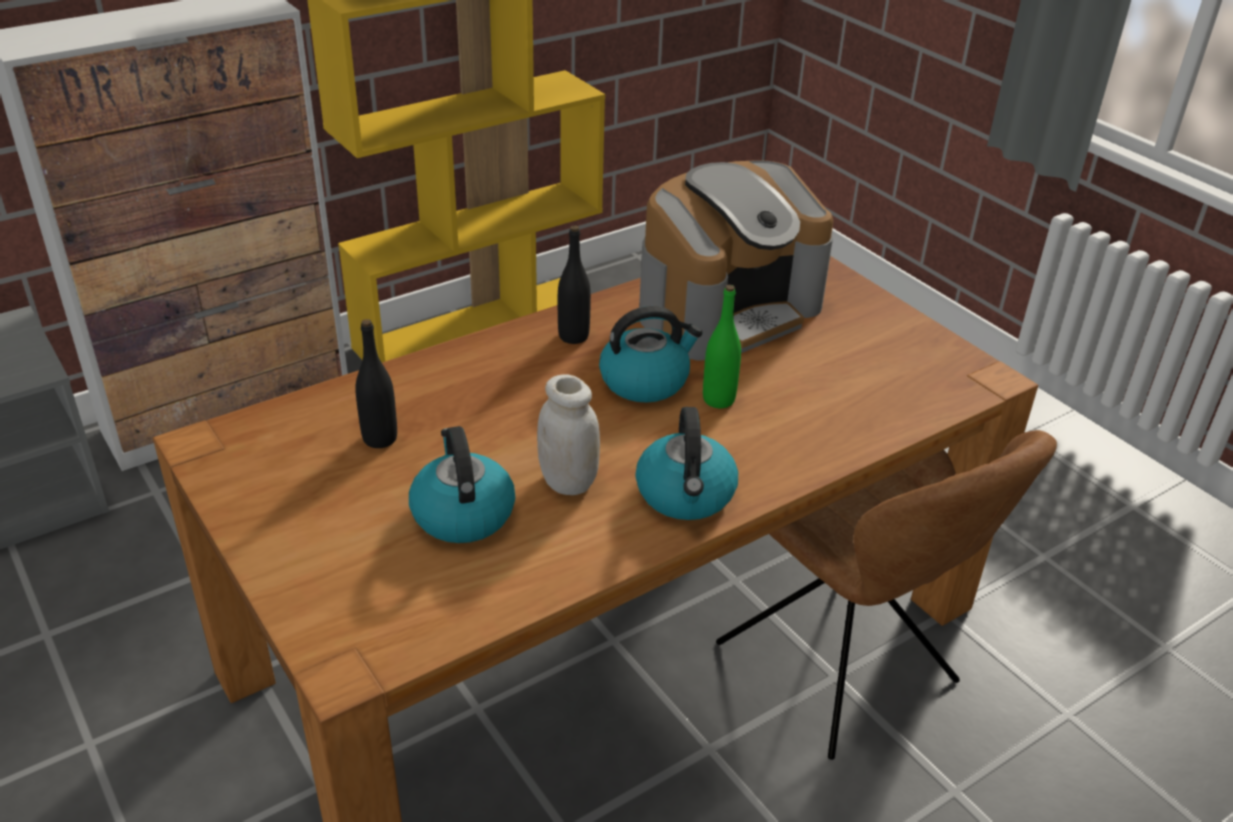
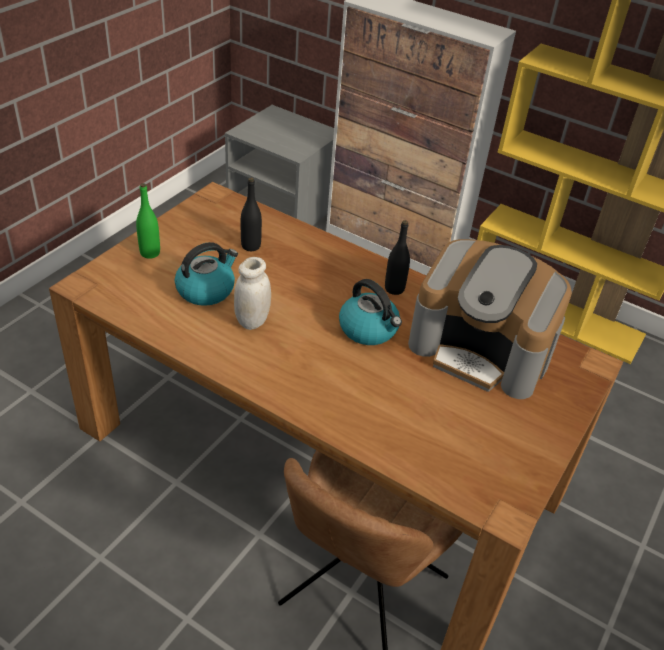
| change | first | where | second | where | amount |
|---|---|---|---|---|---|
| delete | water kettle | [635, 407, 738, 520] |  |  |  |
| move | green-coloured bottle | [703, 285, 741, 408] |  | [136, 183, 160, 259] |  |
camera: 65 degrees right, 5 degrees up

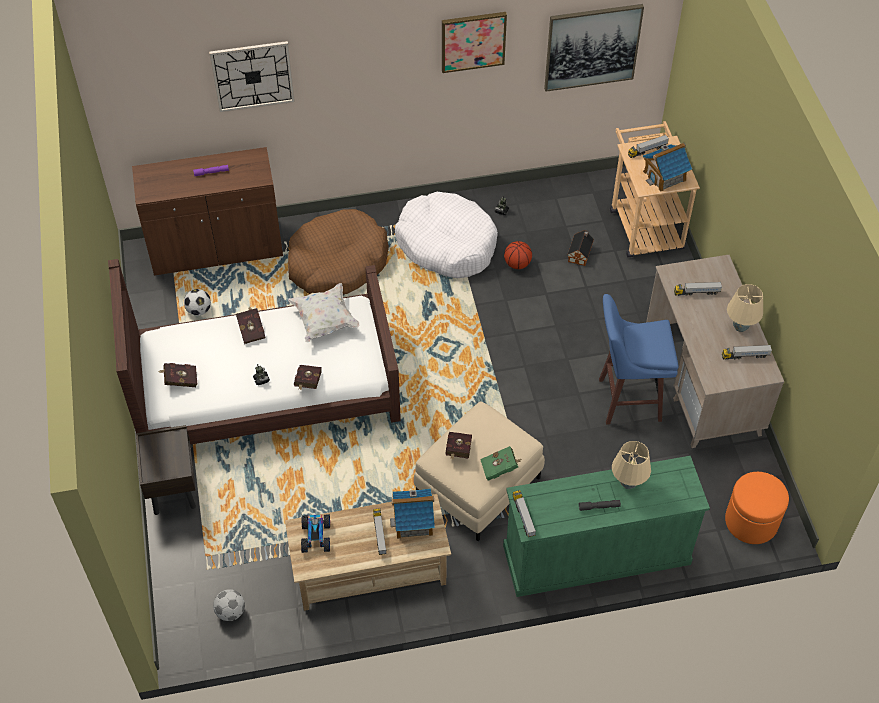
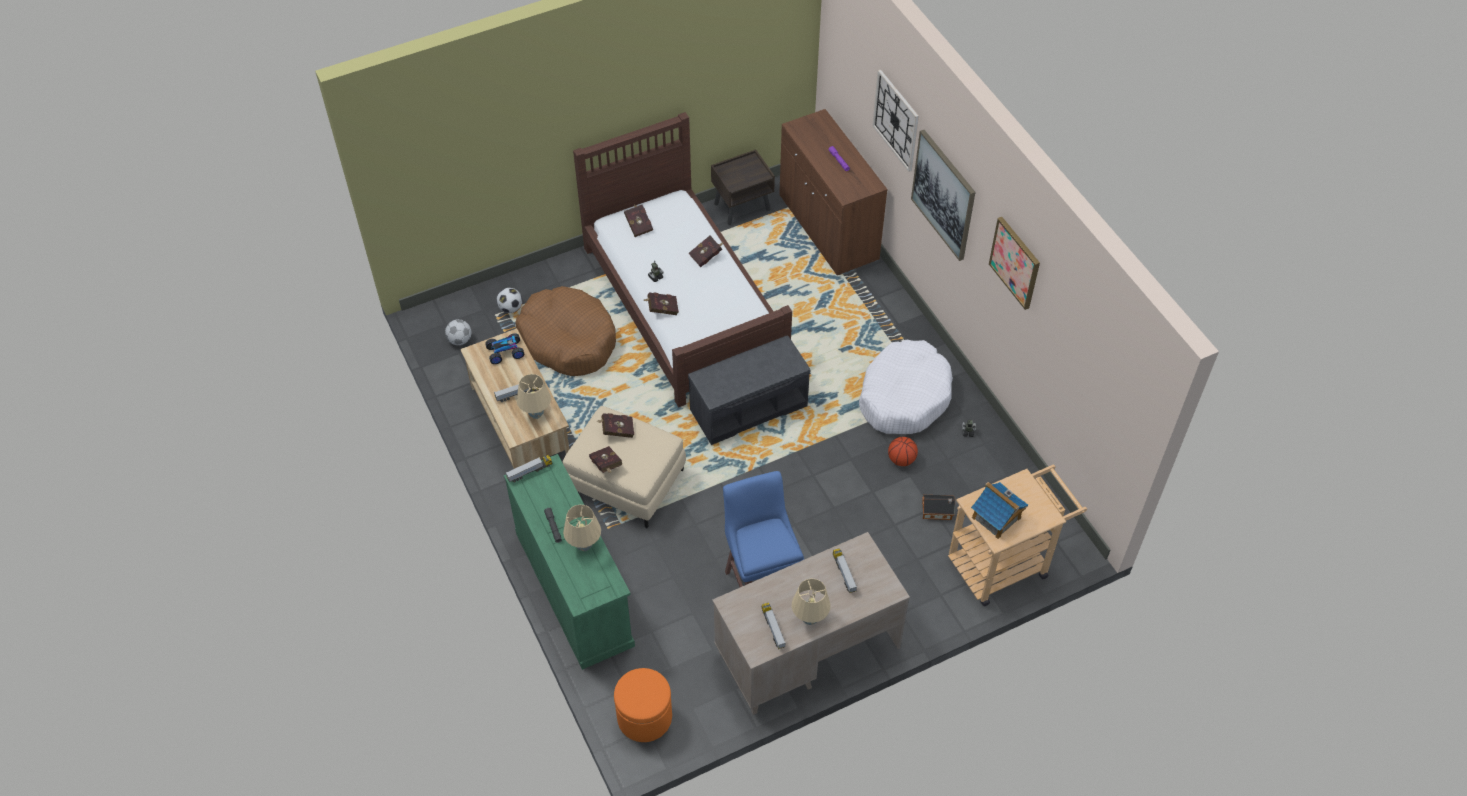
| change | first | where | second | where | amount |
|---|---|---|---|---|---|
| delete | white pillow | [288, 283, 360, 342] |  |  |  |
| delete | toy truck | [628, 135, 669, 158] |  |  |  |
| insert |  |  | greyish bench | [688, 335, 810, 445] |  |
| move | brown-coloured bedside table | [136, 425, 196, 515] |  | [711, 149, 775, 225] |  |
| move | football | [184, 289, 211, 316] |  | [496, 288, 522, 313] |  |
| move | brown-coloured pet bed | [288, 209, 389, 294] |  | [515, 286, 616, 376] |  |
| move | wall picture | [544, 4, 644, 92] |  | [911, 130, 975, 261] |  |
| replace | toy house | [390, 488, 435, 539] | beige-coloured lamp for a table | [517, 374, 551, 419] |  |
| recolor | green-coloured volume | [480, 446, 522, 481] | red-coloured volume | [589, 446, 622, 473] |  |
camera: 75 degrees right, 0 degrees up

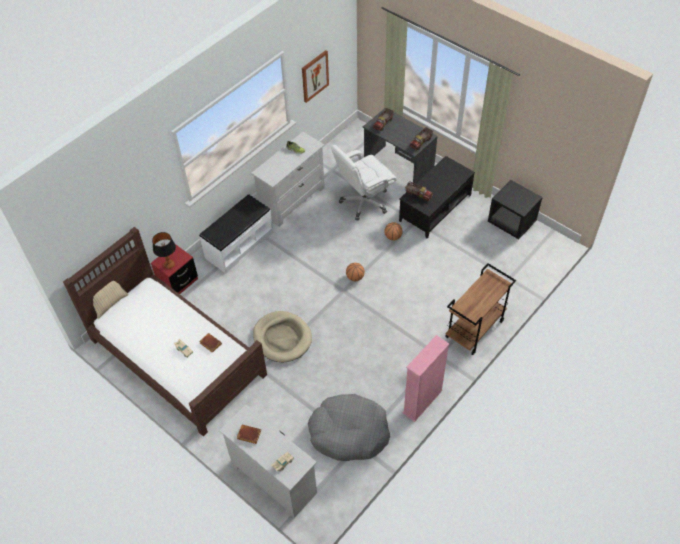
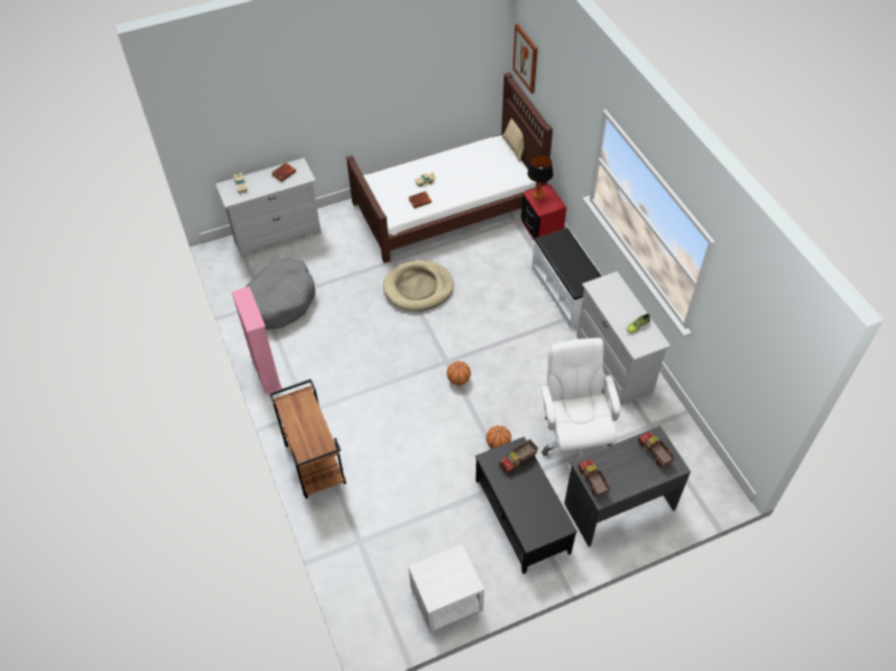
| change | first | where | second | where | amount |
|---|---|---|---|---|---|
| move | wall picture | [302, 50, 329, 103] |  | [513, 23, 538, 94] |  |
| recolor | black-coloured bedside table | [488, 180, 543, 239] | white bedside table | [408, 544, 484, 633] |  |
camera: 115 degrees right, 0 degrees up

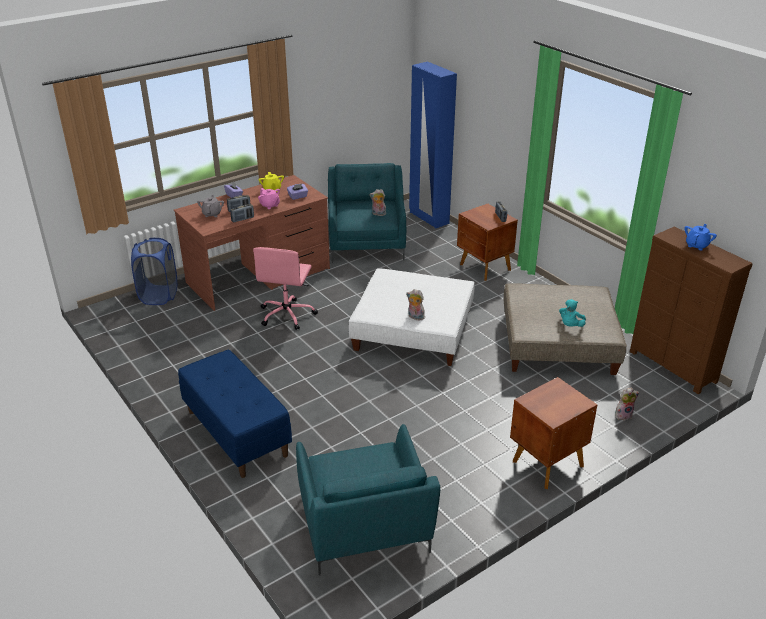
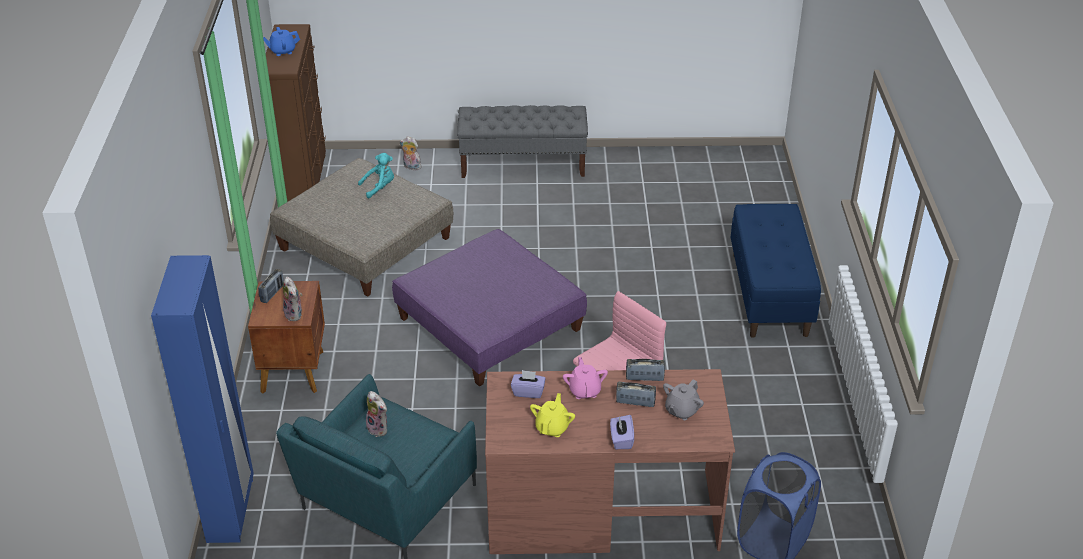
| change | first | where | second | where | amount |
|---|---|---|---|---|---|
| delete | blue-green lounge chair | [296, 424, 440, 575] |  |  |  |
| move | cuddly toy | [406, 289, 425, 320] |  | [283, 276, 302, 321] |  |
| replace | brown-coloured bedside table | [510, 377, 597, 489] | greyish bench | [457, 105, 588, 178] |  |
| recolor | white footrest | [348, 268, 475, 366] | purplish footrest | [392, 229, 587, 387] |  |
camera: 145 degrees left, 5 degrees up

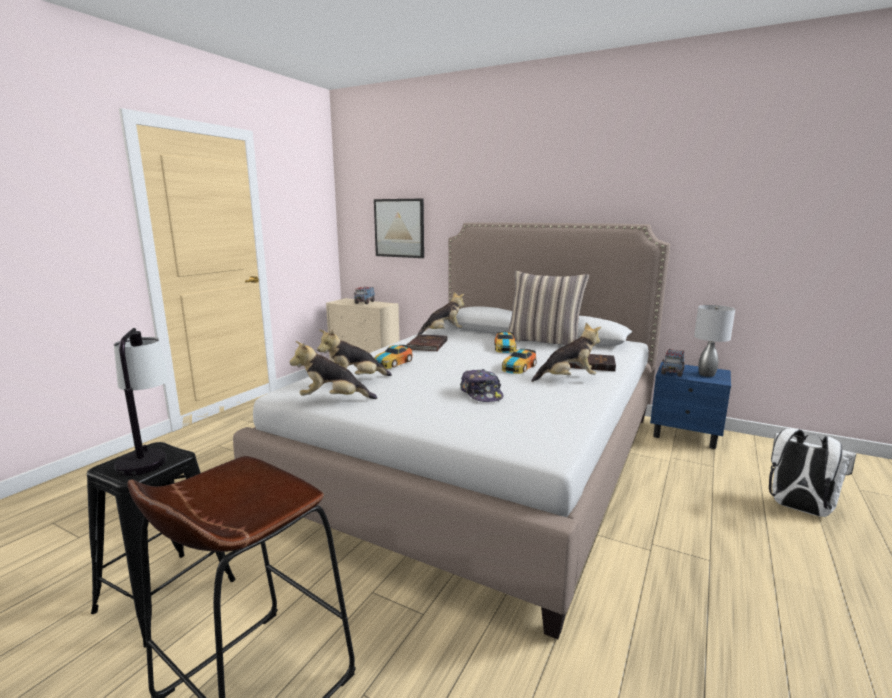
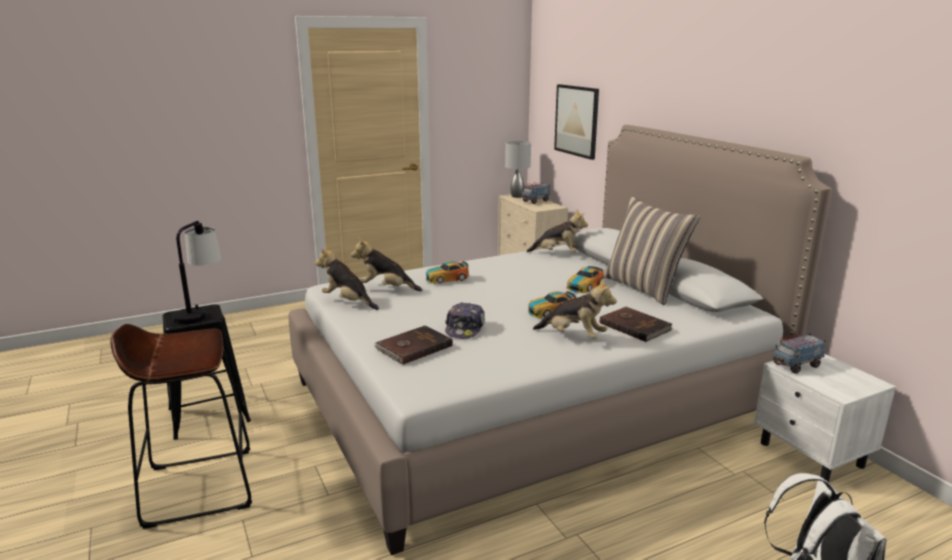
| change | first | where | second | where | amount |
|---|---|---|---|---|---|
| move | brown-coloured volume | [407, 334, 448, 351] |  | [374, 325, 453, 365] |  |
| move | greyish lamp for a table | [694, 305, 735, 377] |  | [505, 141, 531, 198] |  |
| recolor | blue bedside table | [650, 362, 731, 449] | white bedside table | [754, 354, 896, 482] |  |
camera: 35 degrees right, 5 degrees up

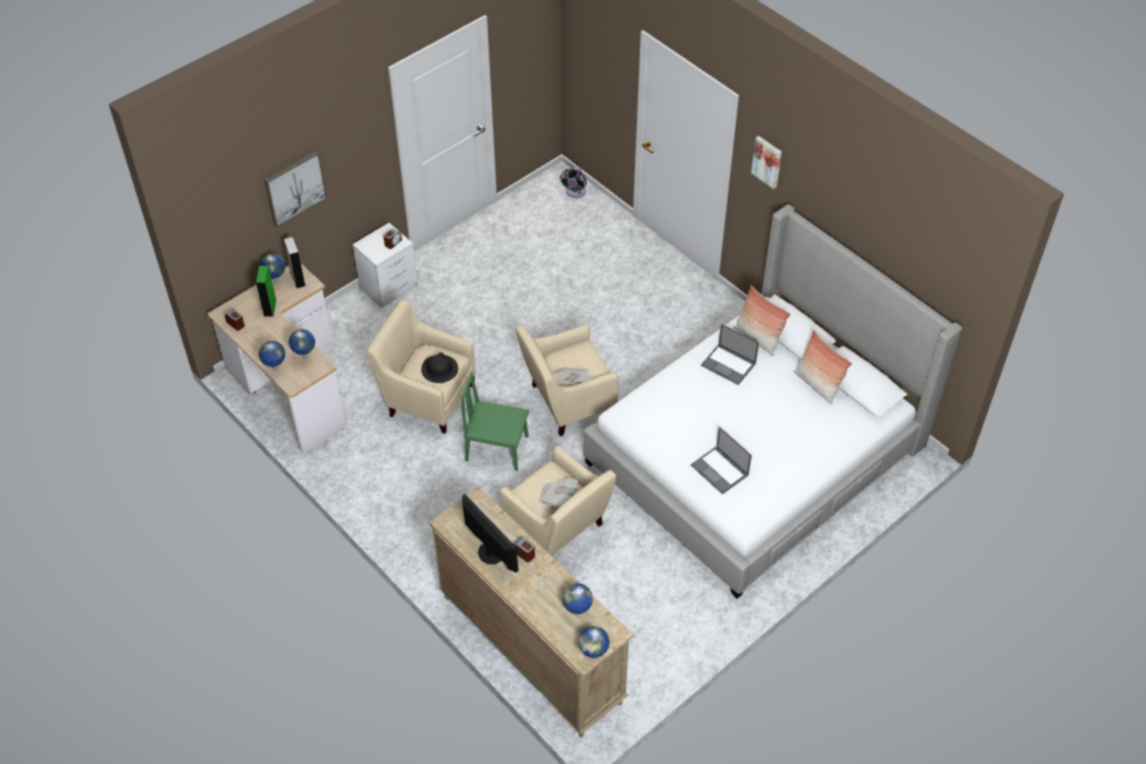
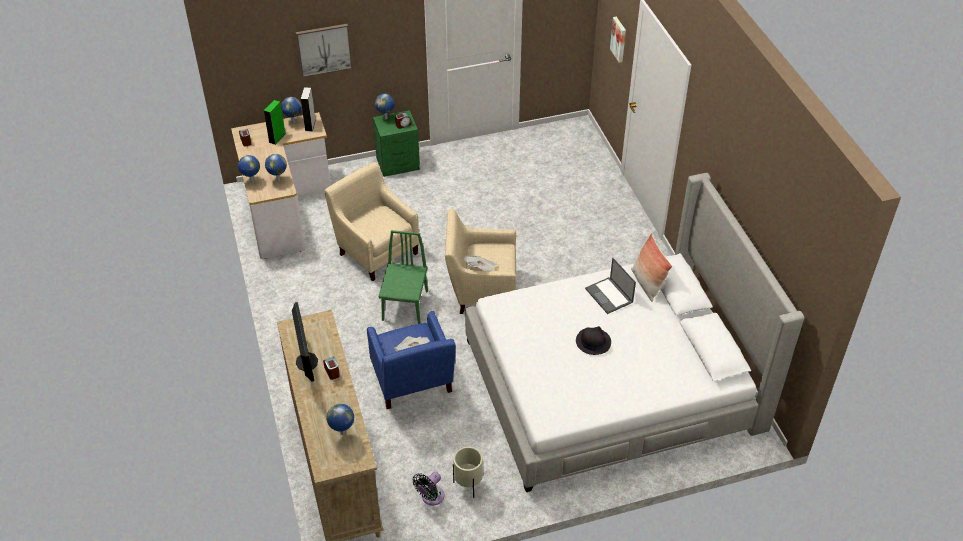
| change | first | where | second | where | amount |
|---|---|---|---|---|---|
| delete | notebook computer | [691, 427, 752, 494] |  |  |  |
| delete | pillow | [793, 330, 852, 404] |  |  |  |
| insert |  |  | beige-coloured planter | [453, 447, 483, 498] |  |
| move | black-coloured wearable hat | [421, 352, 458, 383] |  | [576, 326, 611, 355] |  |
| move | black-coloured fan | [560, 166, 587, 198] |  | [412, 472, 445, 505] |  |
| move | desk globe | [578, 626, 610, 659] |  | [375, 93, 395, 120] |  |
| move | wall picture | [751, 136, 782, 189] |  | [610, 17, 626, 63] |  |
| recolor | white bedside table | [352, 223, 417, 308] | green-coloured bedside table | [373, 110, 420, 177] |  |
| recolor | beige-coloured lounge chair | [499, 446, 616, 556] | blue lounge chair | [367, 311, 456, 409] |  |
| rotate | green-coloured chair | [462, 372, 529, 471] |  | [379, 230, 428, 324] | 60 degrees clockwise |
camera: 25 degrees right, 5 degrees down

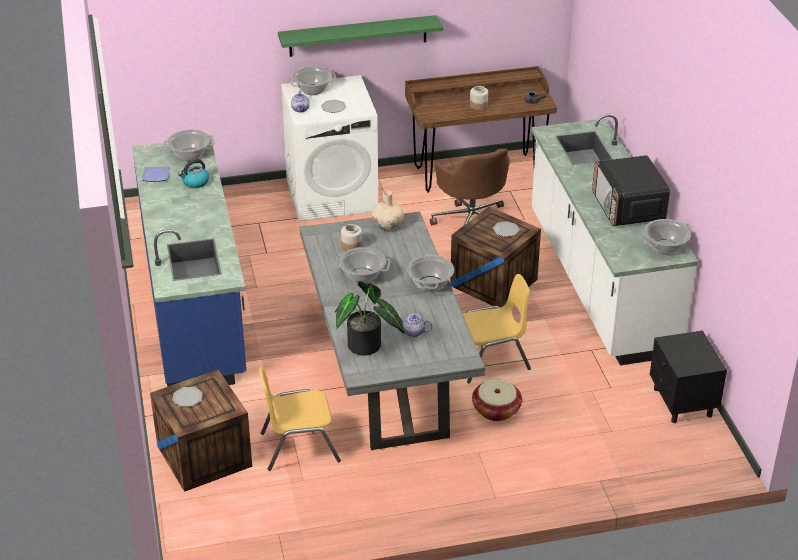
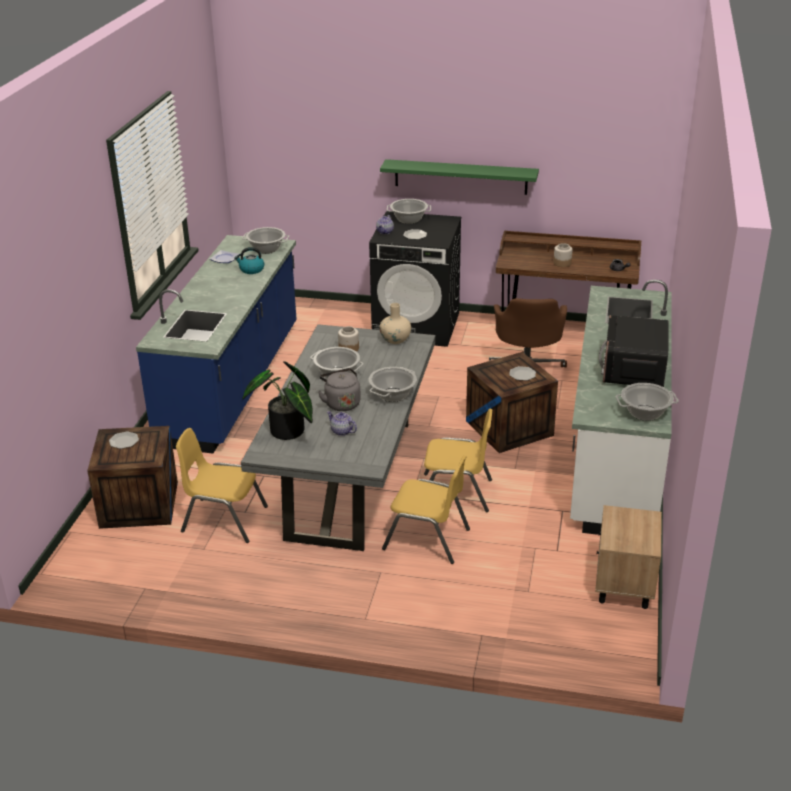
| change | first | where | second | where | amount |
|---|---|---|---|---|---|
| insert |  |  | greyish water kettle | [318, 368, 361, 411] |  |
| replace | basket | [472, 379, 522, 421] | yellow-coloured chair | [382, 455, 470, 564] |  |
| recolor | white washing machine | [281, 75, 378, 222] | black-coloured washing machine | [369, 211, 461, 347] |  |
| recolor | black-coloured bedside table | [650, 331, 727, 423] | beige-coloured bedside table | [595, 505, 662, 609] |  |
camera: 25 degrees right, 5 degrees down

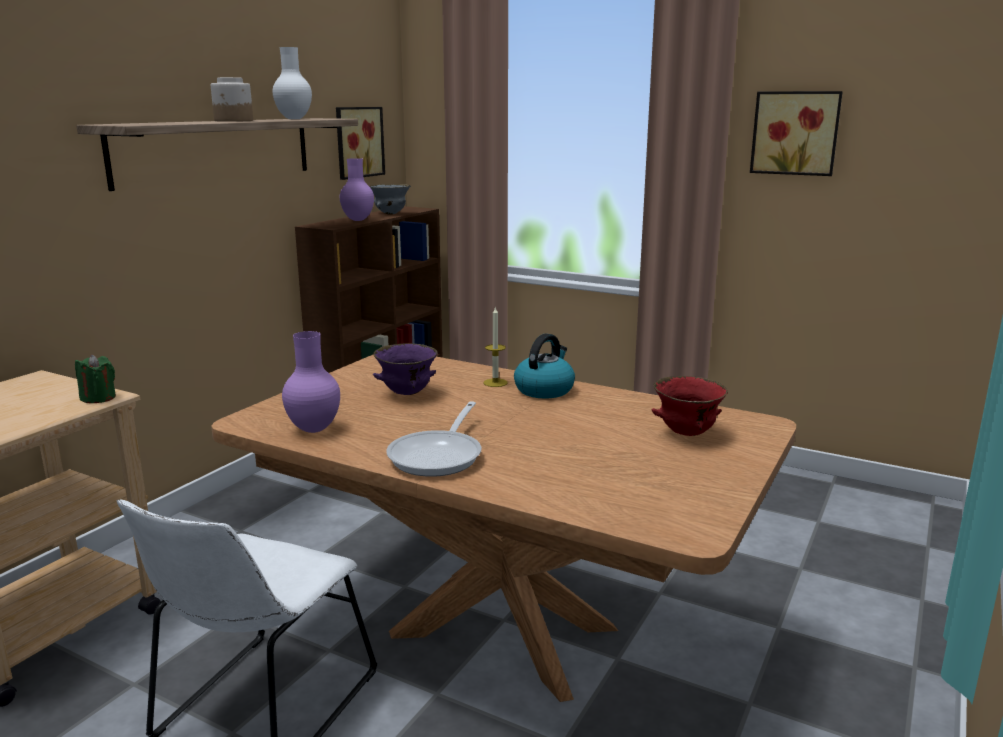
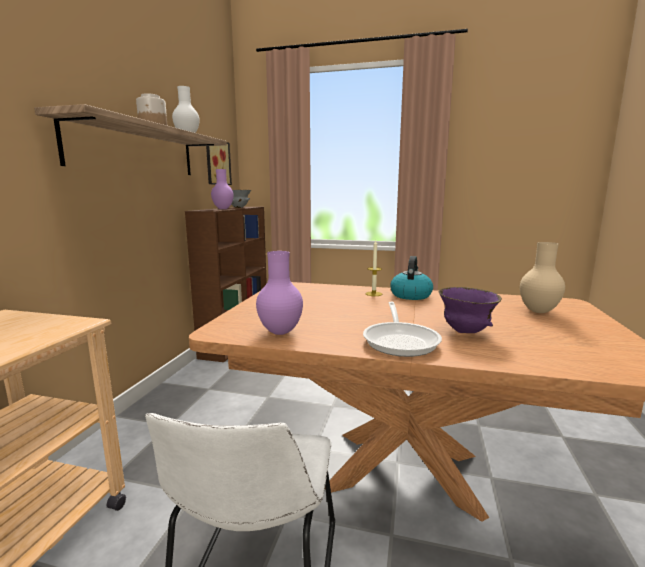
| change | first | where | second | where | amount |
|---|---|---|---|---|---|
| delete | green-coloured wax candle | [75, 354, 116, 403] |  |  |  |
| delete | wall picture | [750, 91, 843, 176] |  |  |  |
| move | purplish serving bowl | [373, 343, 437, 395] |  | [439, 287, 502, 333] |  |
| replace | red-coloured serving bowl | [652, 376, 728, 436] | beige-coloured flower vase | [520, 242, 565, 313] |  |
camera: 15 degrees left, 5 degrees down

